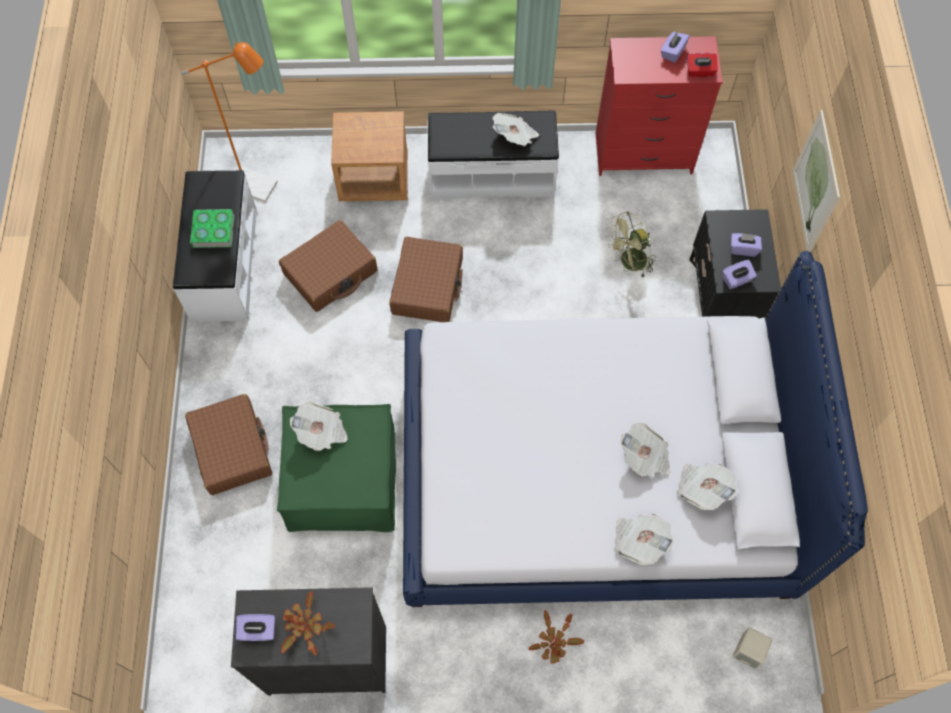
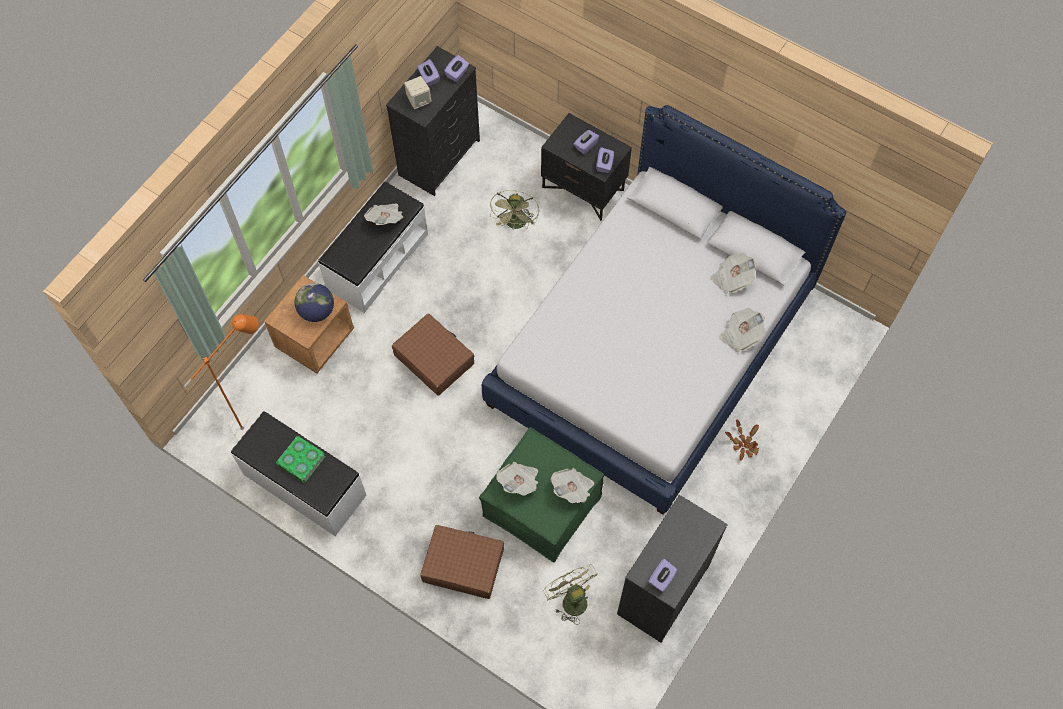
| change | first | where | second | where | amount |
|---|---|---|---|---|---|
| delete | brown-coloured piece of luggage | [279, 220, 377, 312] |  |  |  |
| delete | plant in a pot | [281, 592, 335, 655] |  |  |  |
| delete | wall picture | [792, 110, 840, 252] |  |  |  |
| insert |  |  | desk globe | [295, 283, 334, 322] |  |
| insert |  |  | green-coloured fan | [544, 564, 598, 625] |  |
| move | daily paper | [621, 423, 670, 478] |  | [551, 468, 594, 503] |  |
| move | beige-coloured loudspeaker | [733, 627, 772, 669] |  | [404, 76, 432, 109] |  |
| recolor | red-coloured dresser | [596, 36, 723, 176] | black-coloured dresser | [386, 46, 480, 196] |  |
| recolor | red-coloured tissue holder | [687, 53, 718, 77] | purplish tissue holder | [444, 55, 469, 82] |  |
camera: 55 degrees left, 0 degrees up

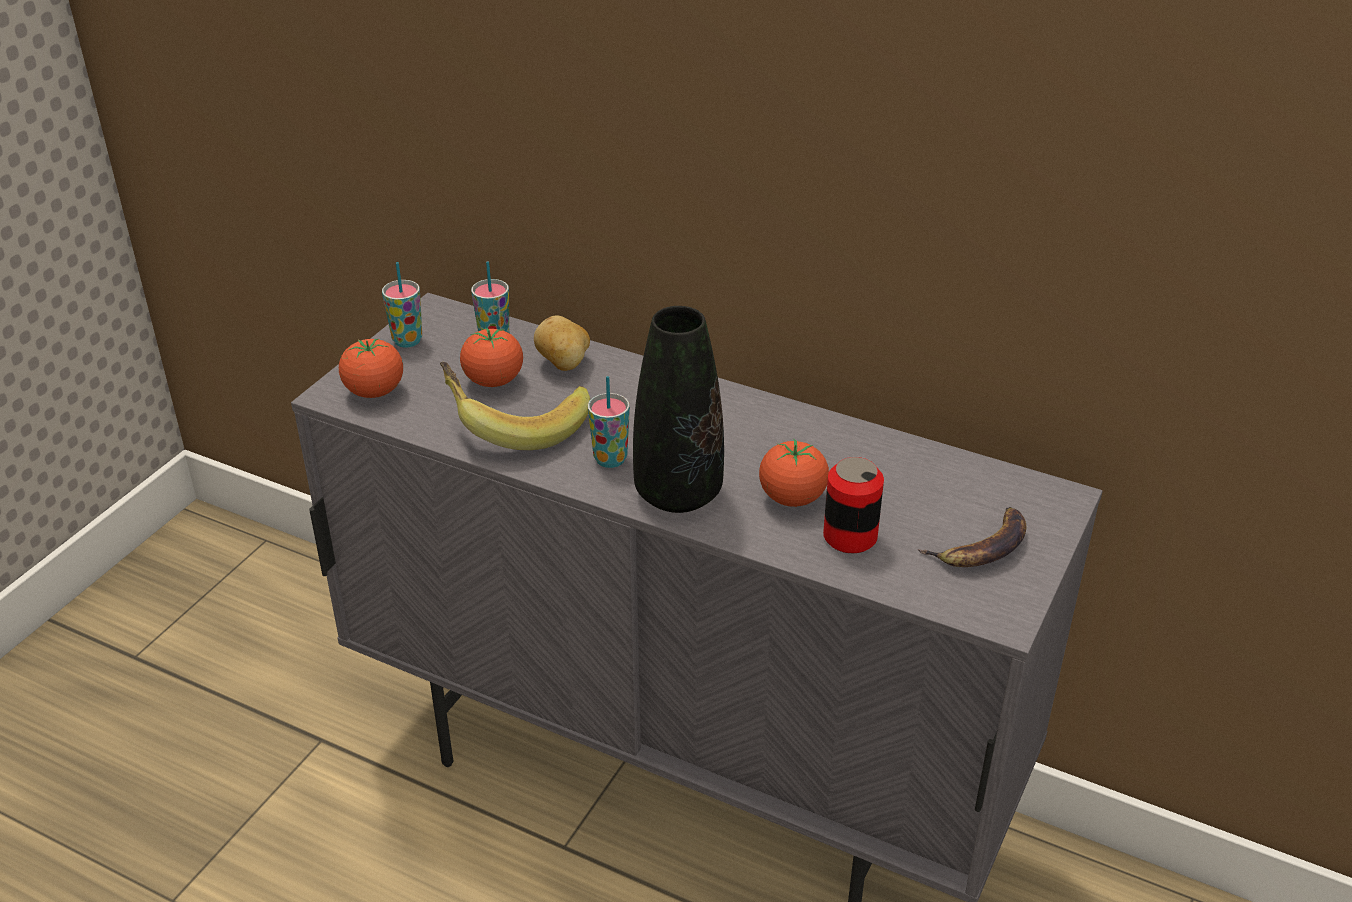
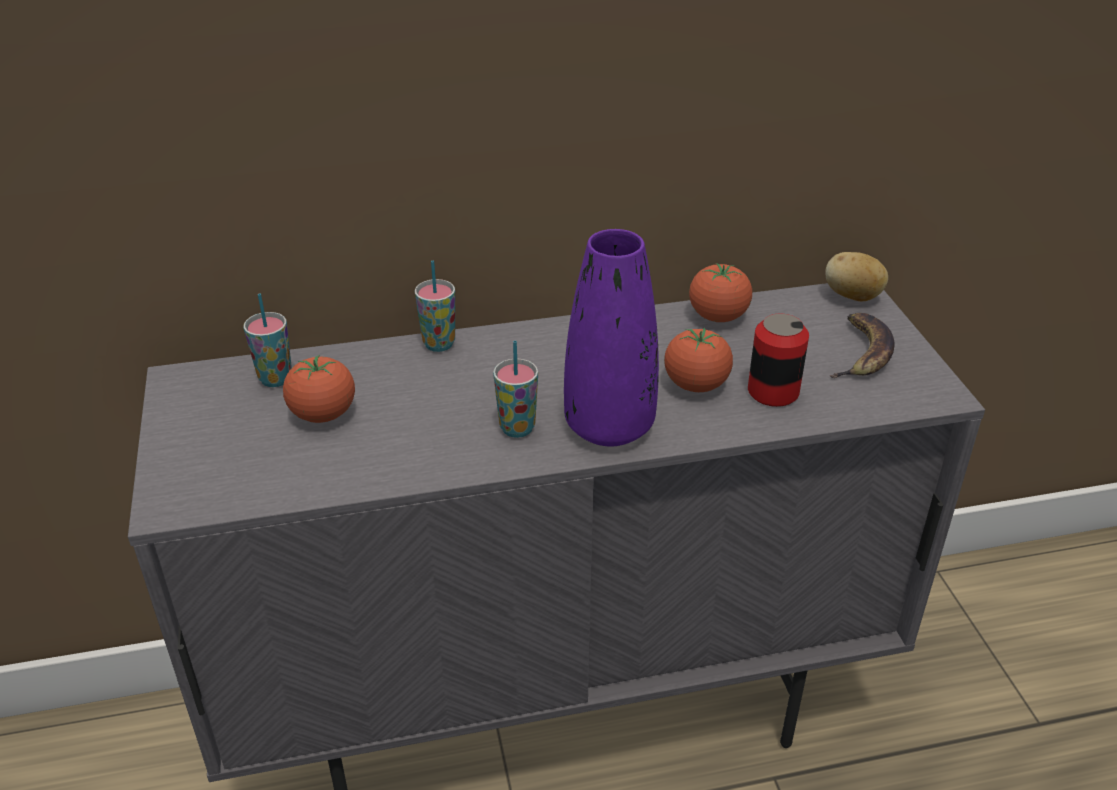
| change | first | where | second | where | amount |
|---|---|---|---|---|---|
| delete | banana | [440, 362, 590, 450] |  |  |  |
| move | fresh tomato | [339, 339, 403, 398] |  | [689, 263, 752, 322] |  |
| move | drinking cup | [382, 262, 422, 348] |  | [415, 261, 455, 352] |  |
| move | spud | [534, 315, 590, 371] |  | [825, 252, 888, 301] |  |
| recolor | black-coloured flower vase | [633, 306, 724, 513] | purplish flower vase | [564, 229, 659, 447] |  |
camera: 40 degrees left, 0 degrees up

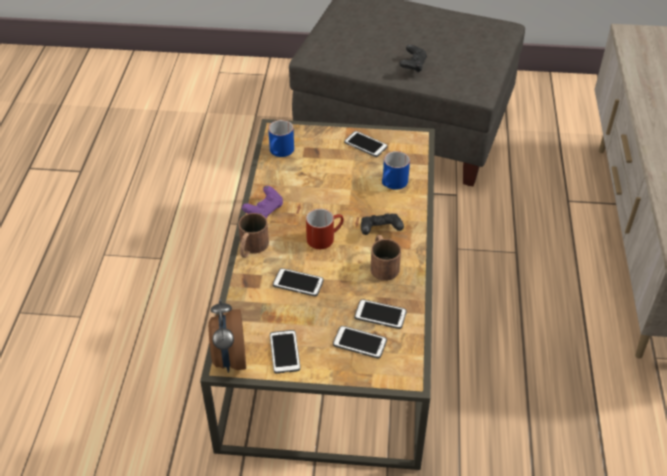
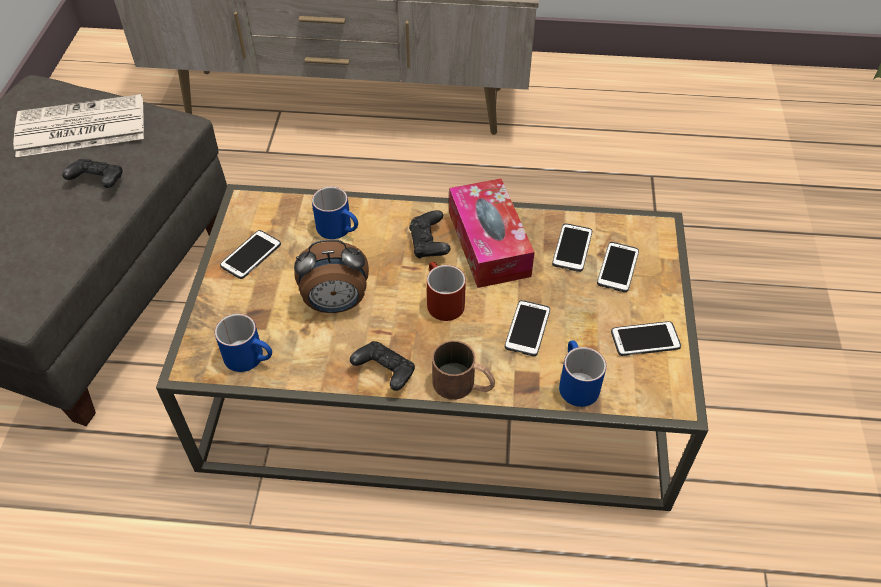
| change | first | where | second | where | amount |
|---|---|---|---|---|---|
| insert |  |  | daily paper | [13, 94, 144, 157] |  |
| insert |  |  | blue tea mug | [559, 340, 606, 407] |  |
| move | table clock | [208, 299, 246, 373] |  | [294, 239, 369, 313] |  |
| replace | brown-coloured tea mug | [370, 235, 401, 281] | tissue holder | [449, 179, 535, 288] |  |
| recolor | purplish joypad | [242, 186, 283, 219] | black-coloured joypad | [350, 341, 415, 391] |  |
camera: 90 degrees left, 5 degrees up

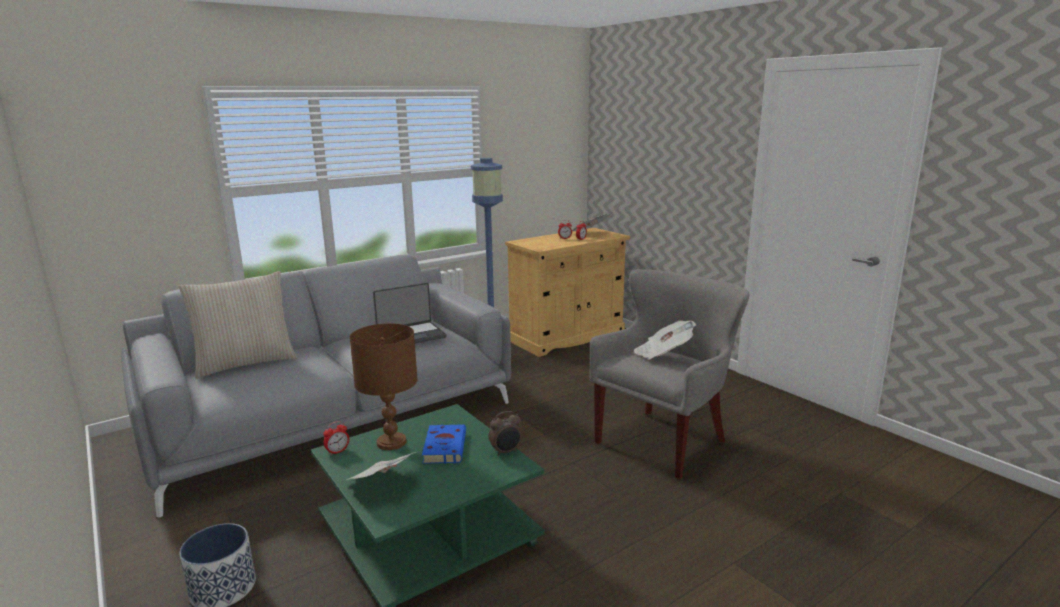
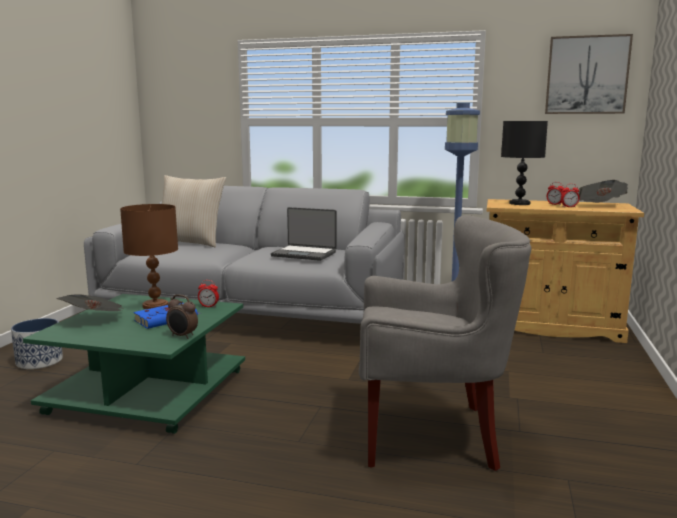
| change | first | where | second | where | amount |
|---|---|---|---|---|---|
| delete | daily paper | [634, 320, 696, 359] |  |  |  |
| insert |  |  | black-coloured lamp for a table | [501, 121, 548, 205] |  |
| insert |  |  | wall picture | [545, 34, 633, 114] |  |
| move | table clock | [323, 421, 349, 456] |  | [198, 280, 219, 308] |  |
camera: 50 degrees right, 5 degrees down

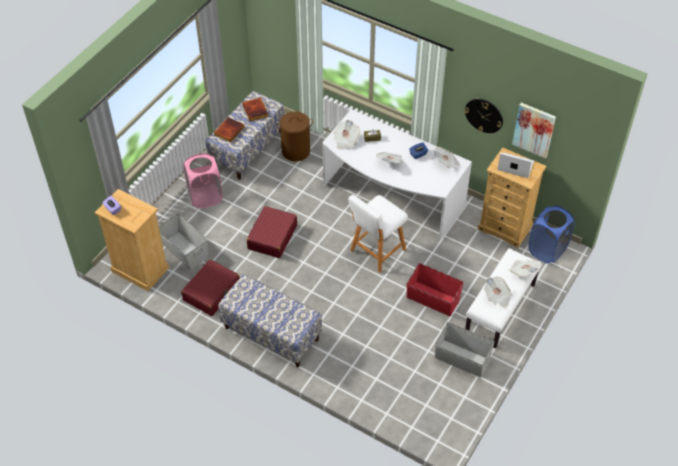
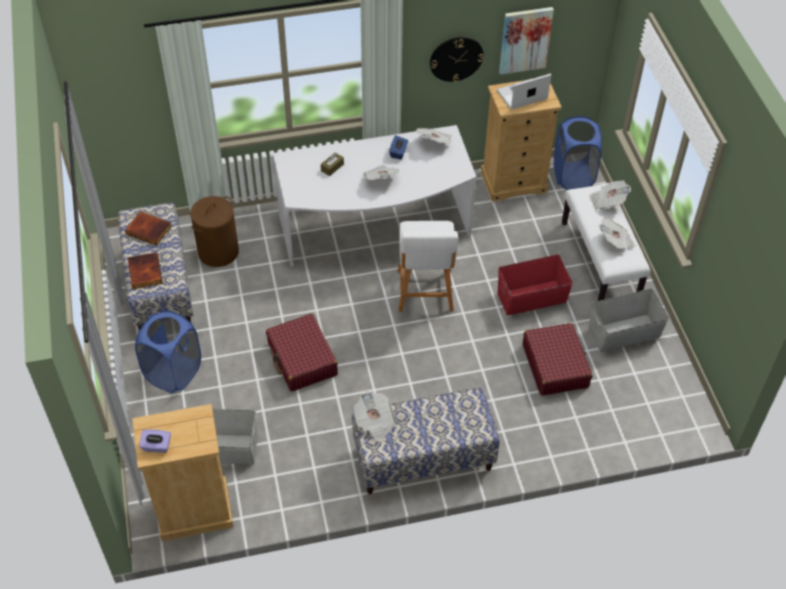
| change | first | where | second | where | amount |
|---|---|---|---|---|---|
| move | red-coloured piece of luggage | [181, 259, 240, 316] |  | [523, 323, 593, 396] |  |
| move | daily paper | [333, 120, 360, 150] |  | [353, 391, 397, 442] |  |
| recolor | pinkish laundry basket | [183, 153, 223, 208] | blue laundry basket | [135, 310, 201, 393] |  |
camera: 45 degrees left, 0 degrees up

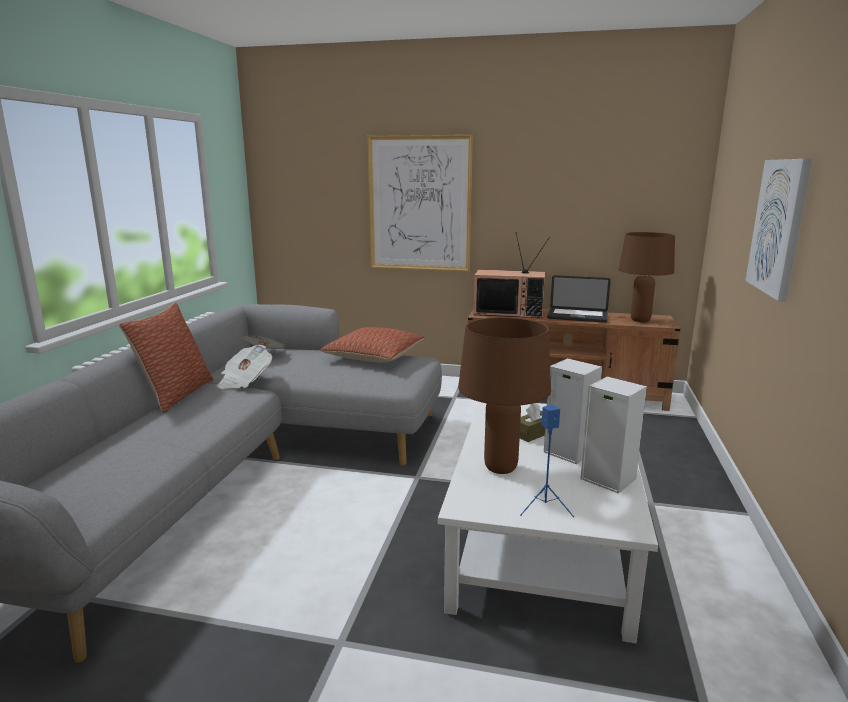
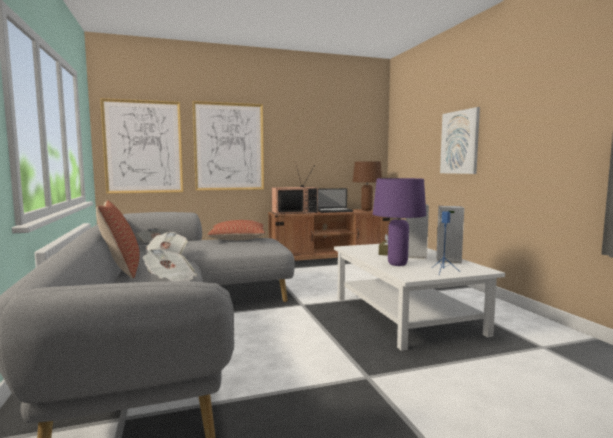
| change | first | where | second | where | amount |
|---|---|---|---|---|---|
| insert |  |  | wall picture | [100, 98, 183, 194] |  |
| insert |  |  | daily paper | [143, 249, 197, 281] |  |
| recolor | brown-coloured lamp for a table | [458, 317, 551, 474] | purplish lamp for a table | [373, 178, 426, 266] |  |
camera: 30 degrees left, 10 degrees down

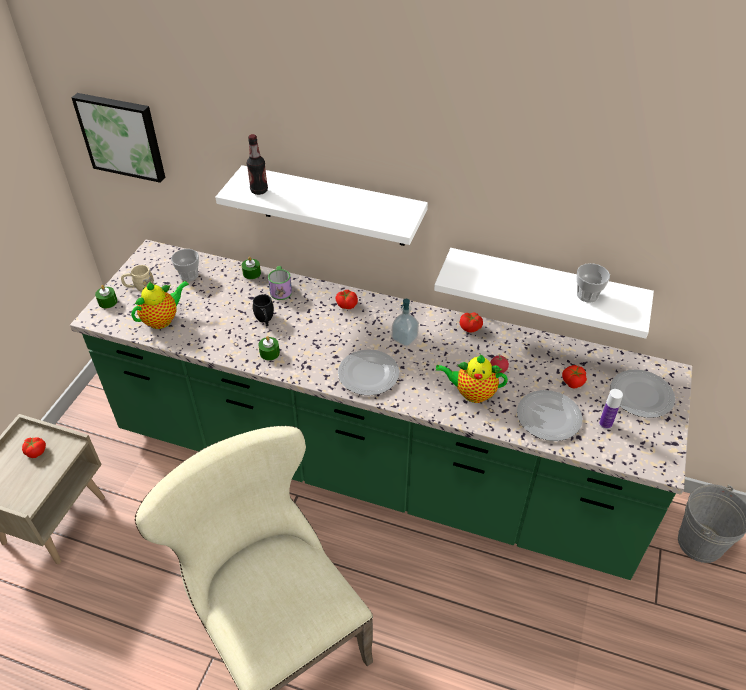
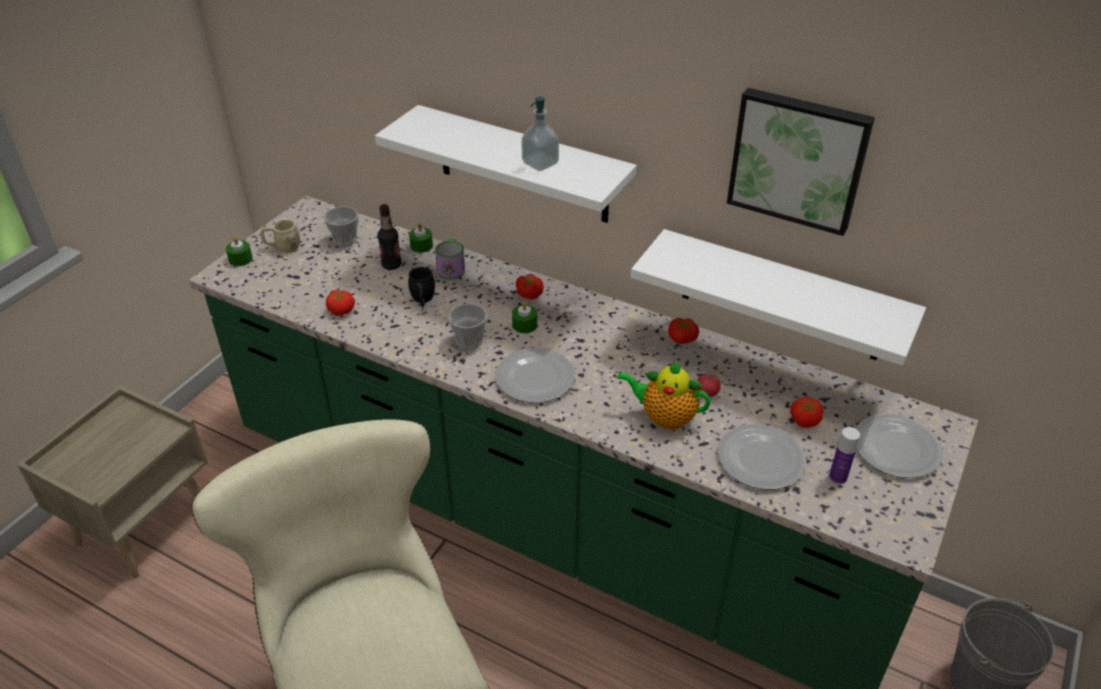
| change | first | where | second | where | amount |
|---|---|---|---|---|---|
| delete | teapot | [131, 281, 189, 329] |  |  |  |
| move | fresh tomato | [22, 437, 46, 458] |  | [326, 290, 355, 316] |  |
| move | wall picture | [71, 93, 165, 183] |  | [727, 88, 875, 236] |  |
| move | bottle | [247, 134, 268, 195] |  | [377, 204, 402, 270] |  |
| move | green-coloured wax candle | [258, 336, 280, 361] |  | [512, 302, 537, 333] |  |
| move | liquid soap bottle | [392, 299, 419, 346] |  | [521, 97, 559, 171] |  |
| move | drinking cup | [576, 263, 610, 303] |  | [448, 304, 487, 350] |  |
camera: 10 degrees right, 5 degrees down

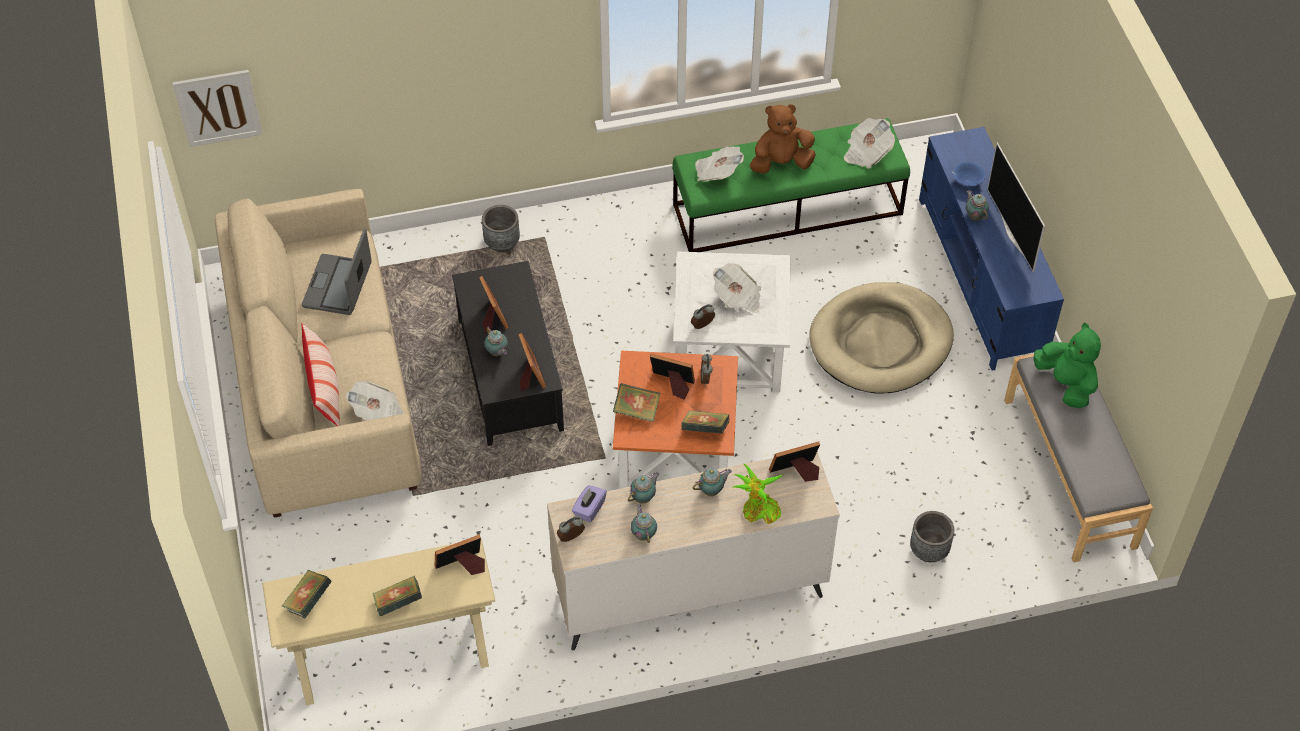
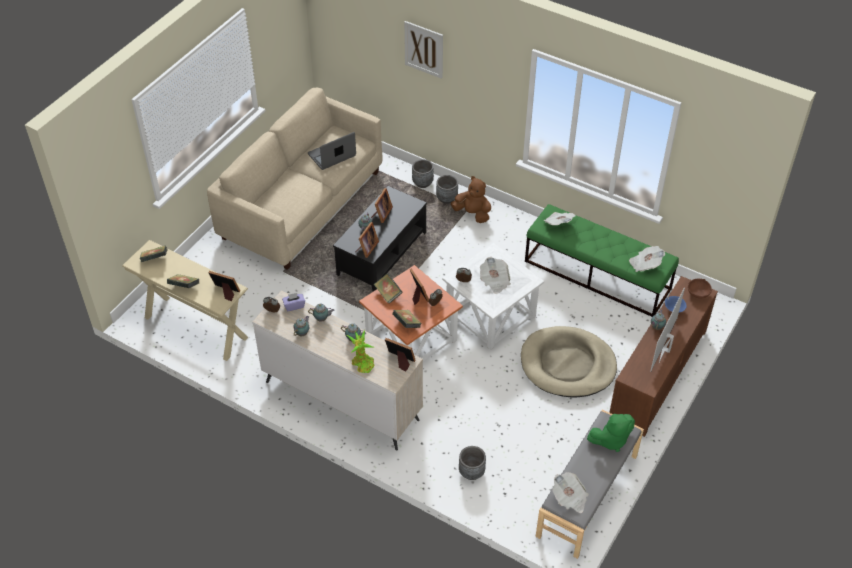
| change | first | where | second | where | amount |
|---|---|---|---|---|---|
| delete | pillow | [301, 323, 340, 426] |  |  |  |
| insert |  |  | greyish planter | [412, 159, 434, 188] |  |
| insert |  |  | brown-coloured serving bowl | [688, 279, 712, 299] |  |
| move | wall picture | [173, 70, 263, 147] |  | [404, 21, 443, 79] |  |
| move | daily paper | [346, 380, 404, 421] |  | [552, 472, 588, 513] |  |
| move | brown-coloured cuddly toy | [750, 104, 816, 174] |  | [451, 176, 491, 223] |  |
| recolor | blue media console | [919, 127, 1064, 371] | brown-coloured media console | [609, 276, 718, 437] |  |
| rotate | green-coloured cuddly toy | [1034, 322, 1101, 408] |  | [587, 414, 635, 452] | 60 degrees clockwise |
camera: 45 degrees right, 5 degrees down

